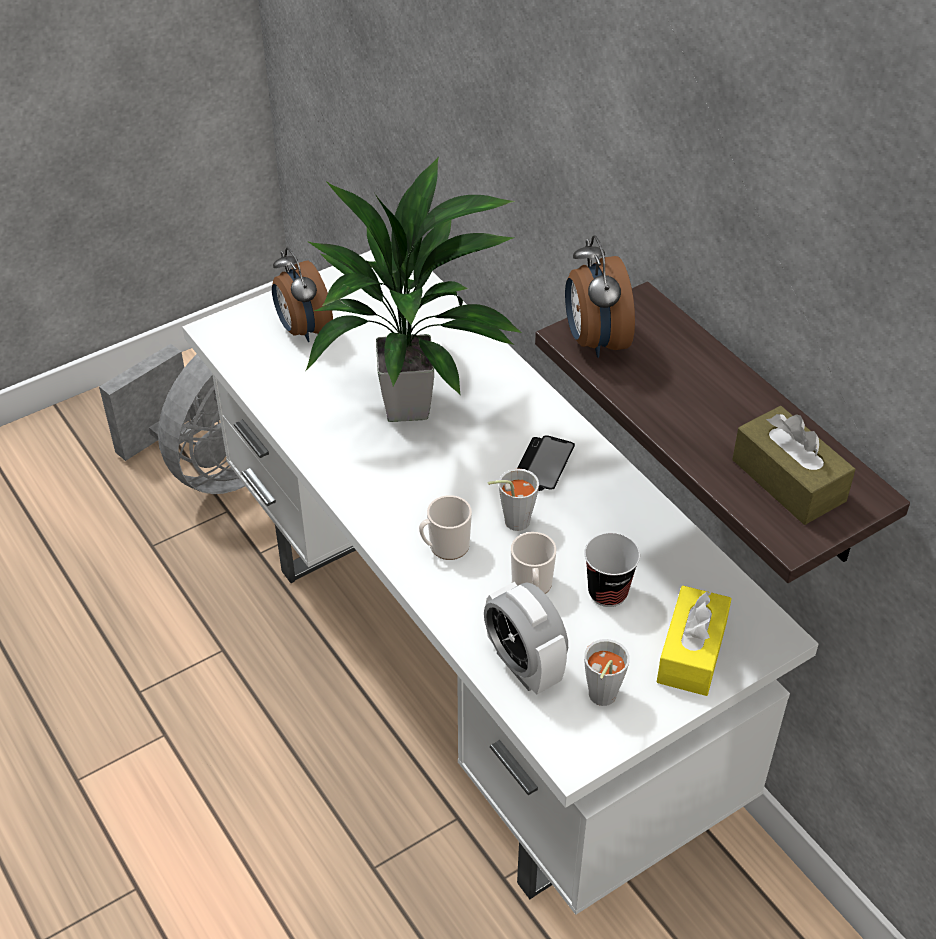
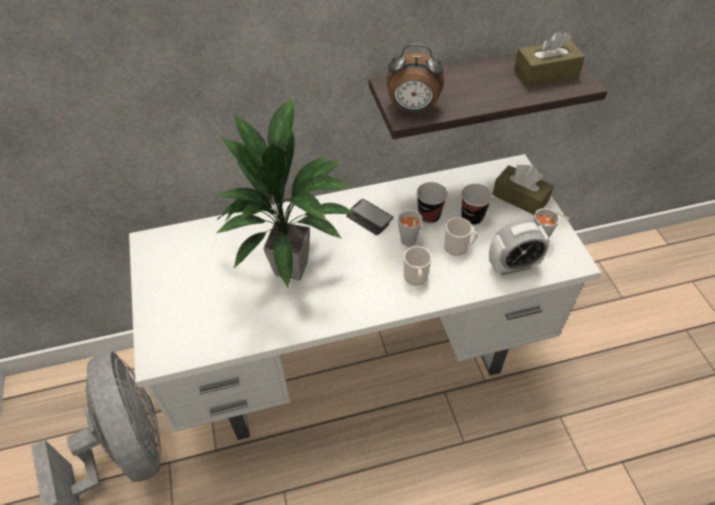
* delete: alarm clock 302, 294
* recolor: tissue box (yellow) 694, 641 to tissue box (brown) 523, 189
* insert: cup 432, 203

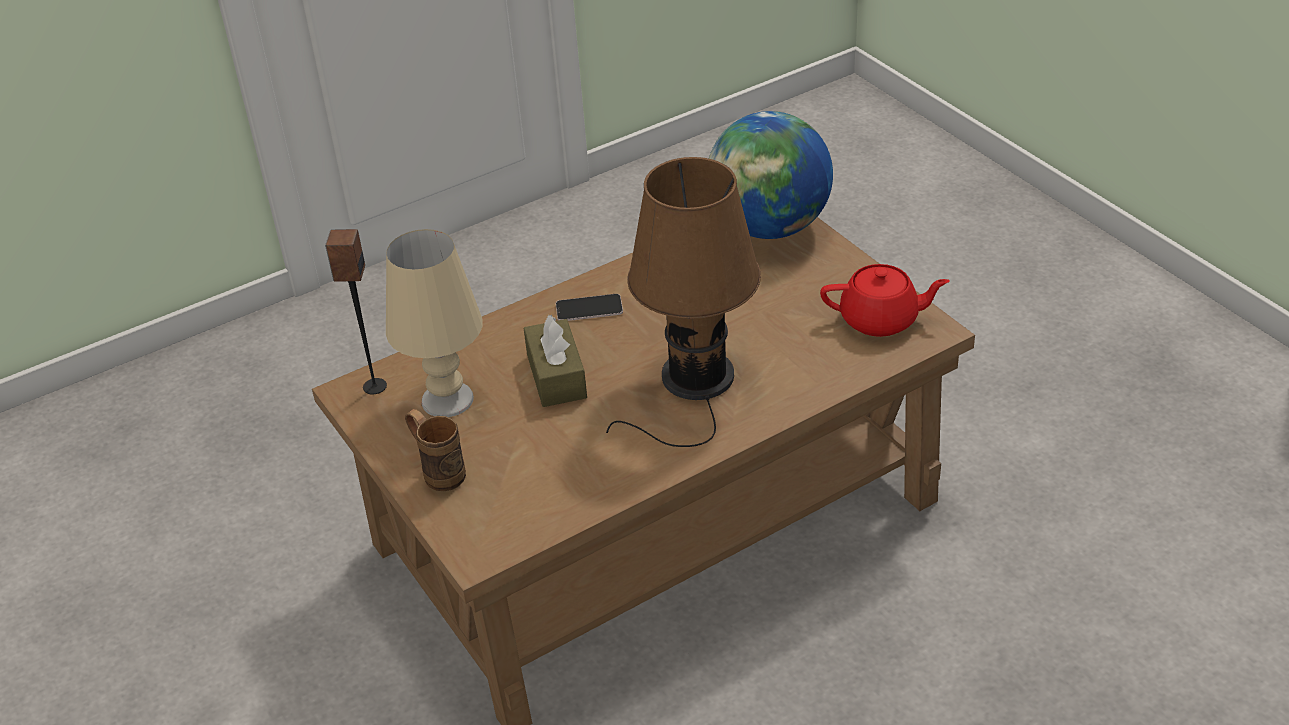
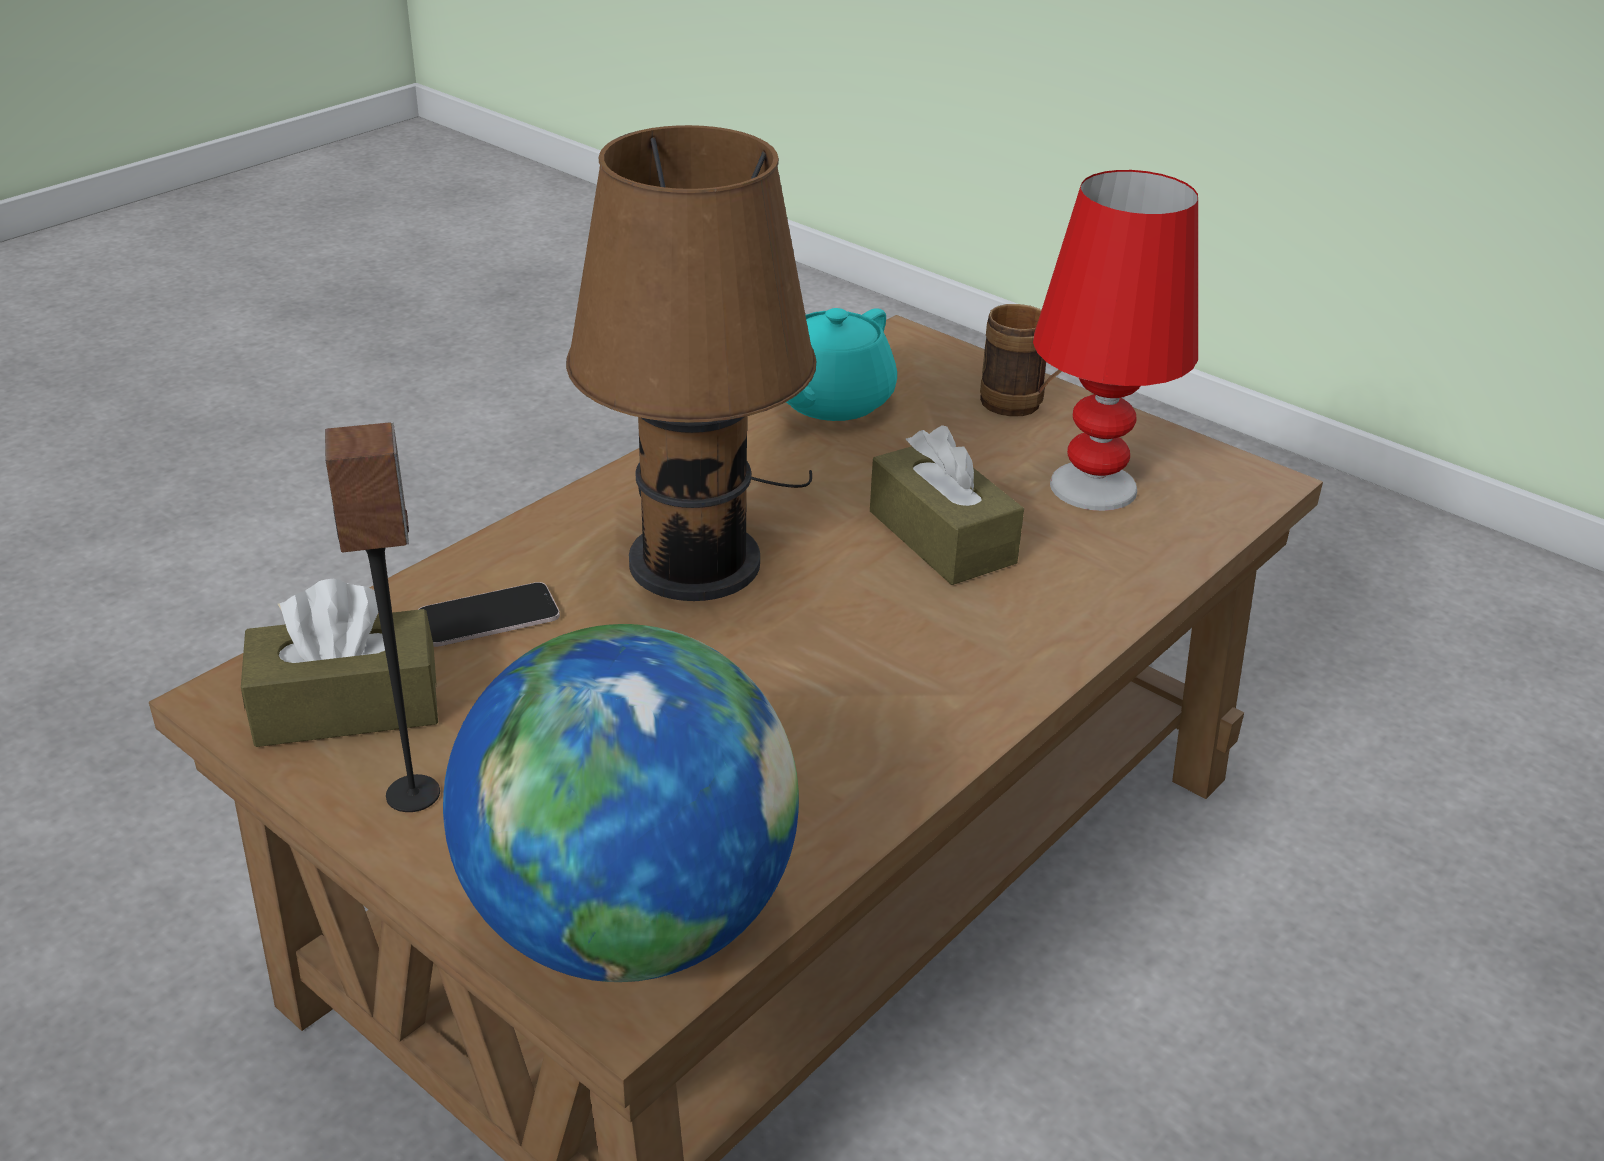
* move: speaker 356, 311 to 382, 617
* recolor: table lamp (beige) 434, 323 to table lamp (red) 1115, 340
* replace: teapot (red) 885, 300 to tissue box (brown) 339, 663
* move: phone 589, 307 to 489, 614
* insert: teapot (turquoise) 841, 364

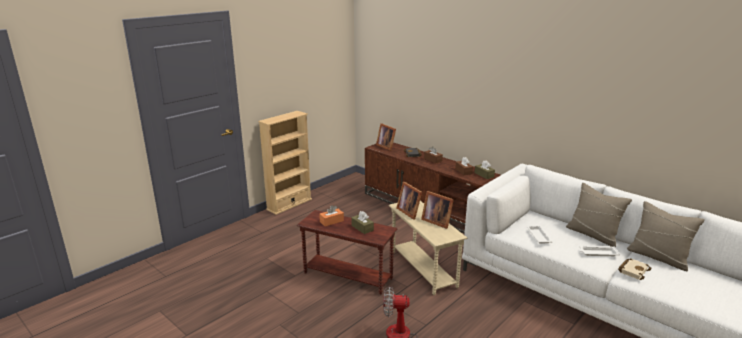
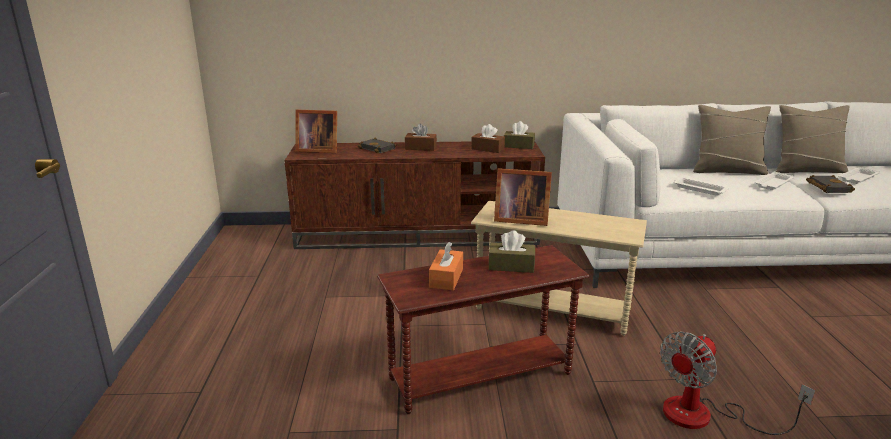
* delete: bookcase (beige) 285, 163
* delete: picture frame 437, 210
* recolor: book (beige) 635, 269 to book (black) 830, 184
* insert: tray (white) 859, 175

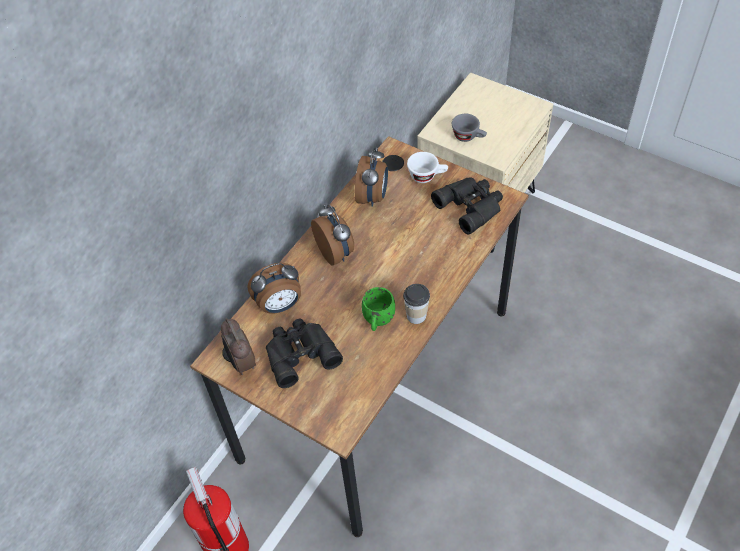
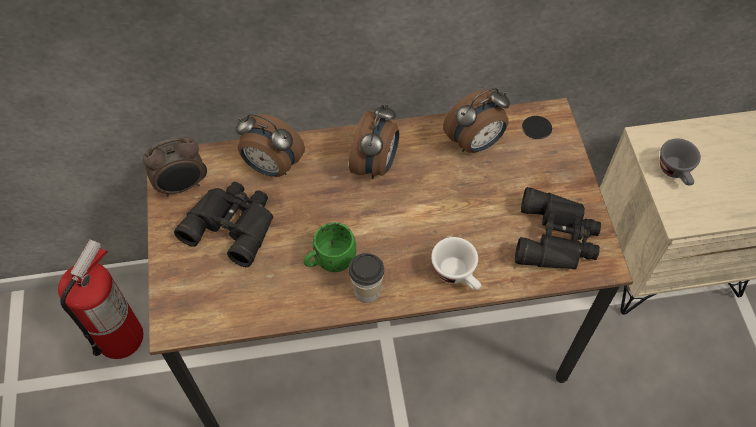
* move: cup (white) 427, 167 to 456, 263
* rotate: alarm clock 238, 346 = 173, 167 135 degrees counterclockwise

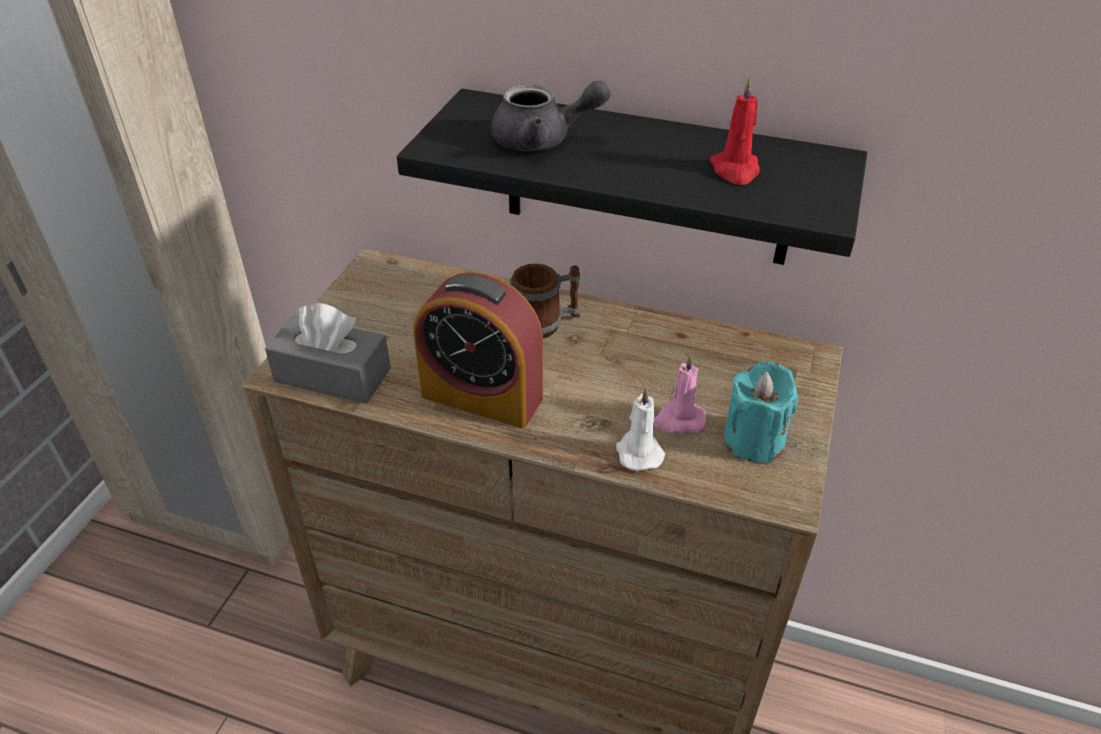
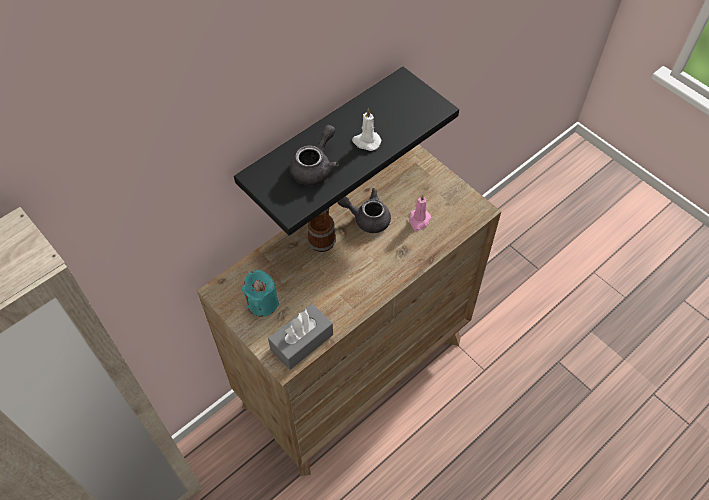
* delete: candle (red) 735, 131
* delete: alarm clock 478, 350
* move: candle (turquoise) 761, 412 to 260, 293
* move: candle (white) 640, 429 to 366, 130
* insert: teapot (grey) 364, 210

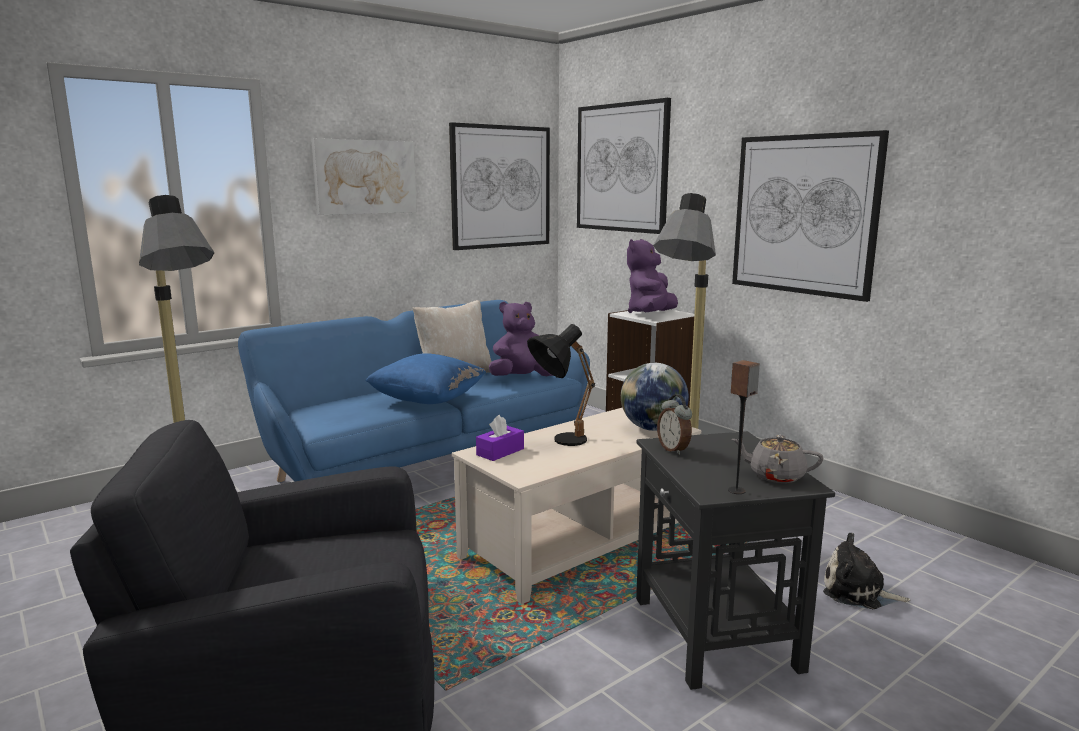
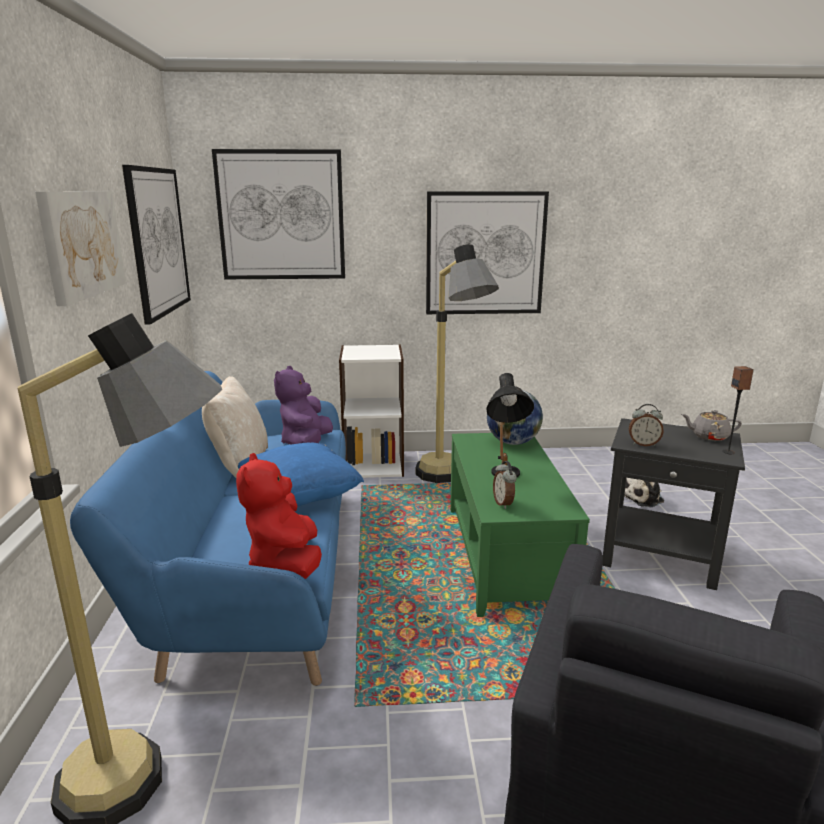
* delete: plush toy (purple) 652, 276
* recolor: coffee table (beige) 576, 506 to coffee table (green) 520, 525
* replace: tissue box (purple) 500, 438 to alarm clock 505, 485
* rotate: teapot (grey) 778, 459 = 711, 425 45 degrees clockwise
* insert: plush toy (red) 279, 516

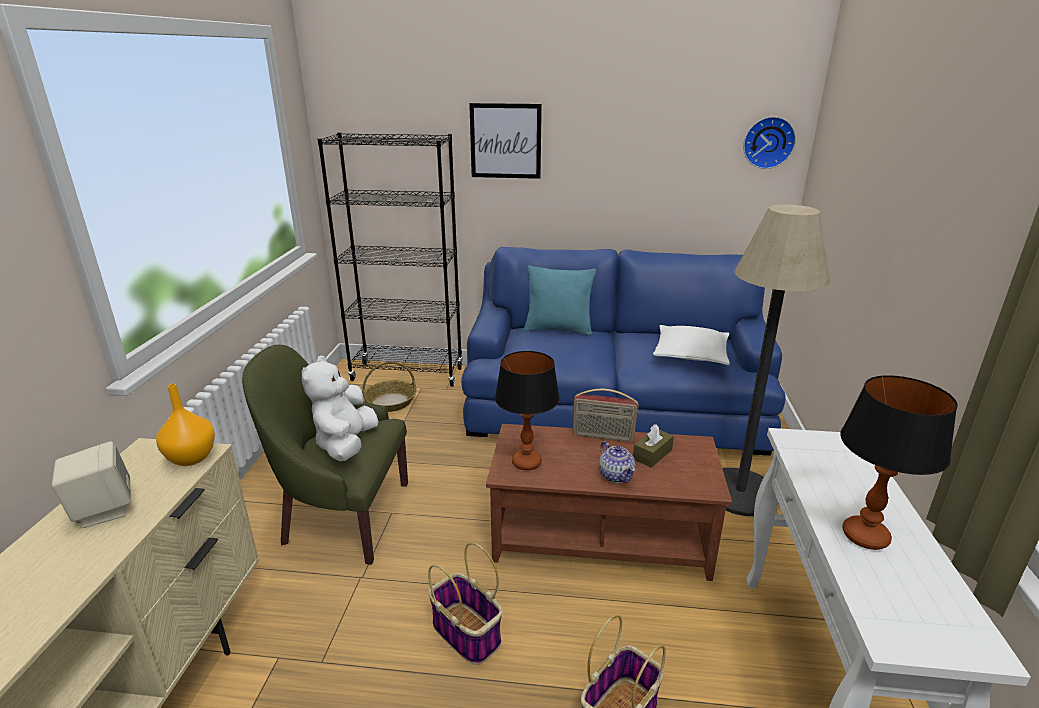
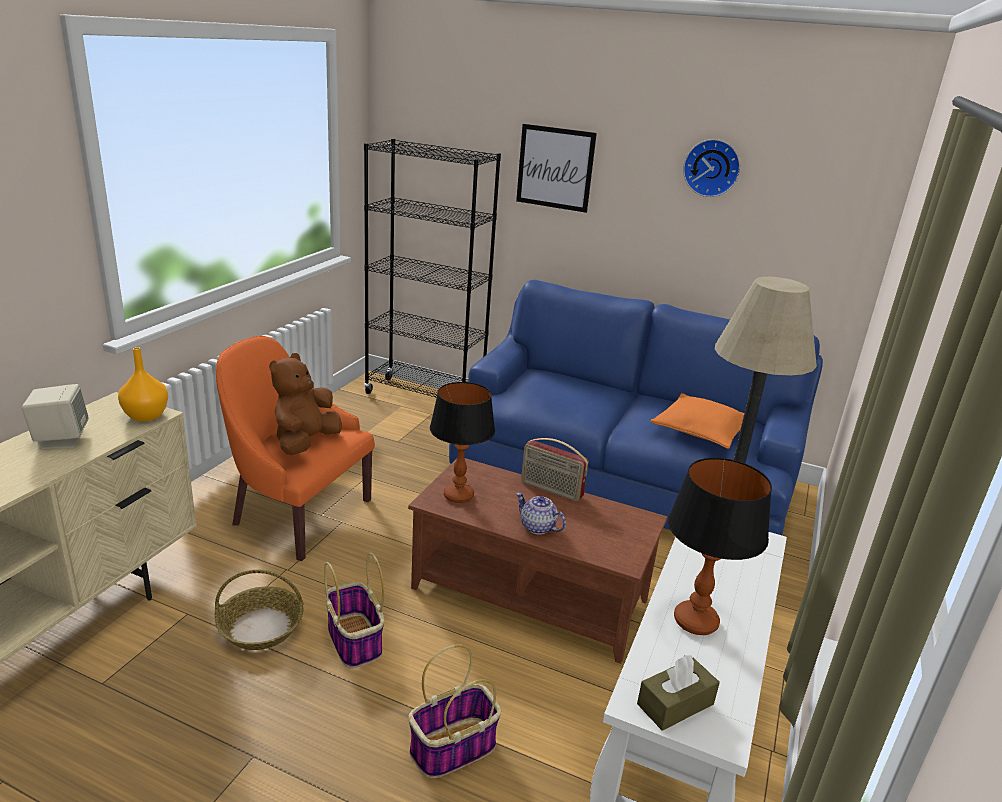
* move: wall clock 769, 142 to 711, 168
* delete: pillow (turquoise) 560, 300
* recolor: pillow (white) 691, 345 to pillow (orange) 697, 421
* recolor: armchair (green) 325, 455 to armchair (orange) 295, 448
* recolor: plush toy (white) 340, 408 to plush toy (brown) 305, 404
* move: basket 389, 387 to 259, 609
* move: tissue box (brown) 653, 446 to 678, 693
* rotate: teapot 617, 462 = 541, 513 135 degrees clockwise

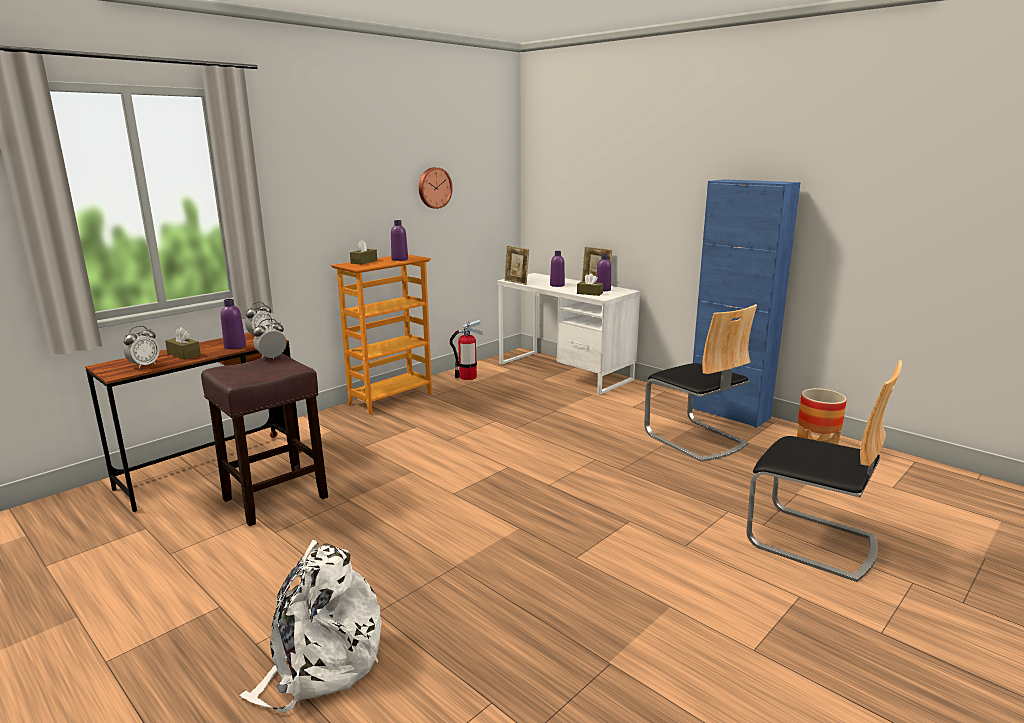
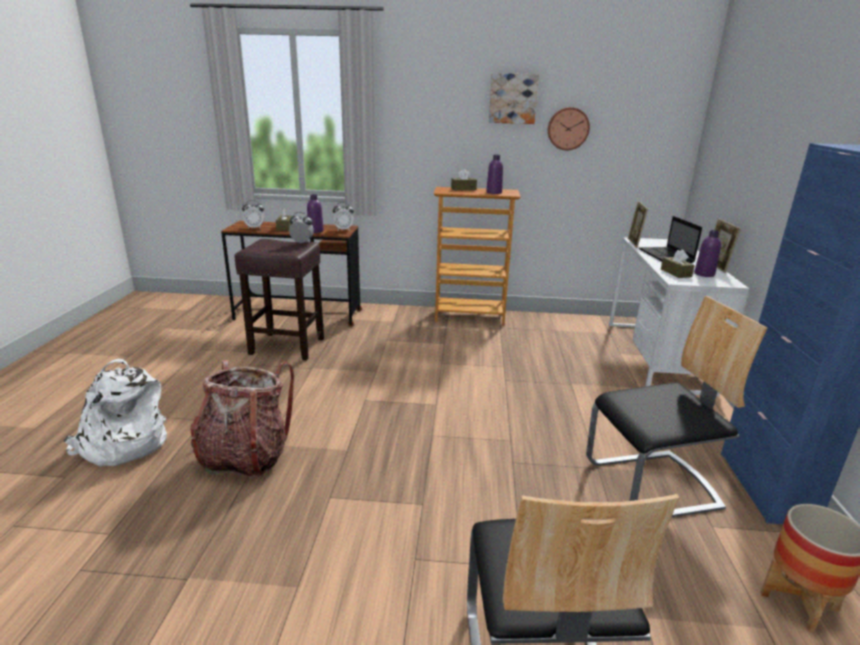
* replace: bottle (purple) 557, 269 to laptop 670, 239
* rotate: chair 700, 383 = 677, 407 120 degrees counterclockwise
* delete: fire extinguisher 466, 350
* insert: picture 514, 98
* insert: backpack 242, 419

